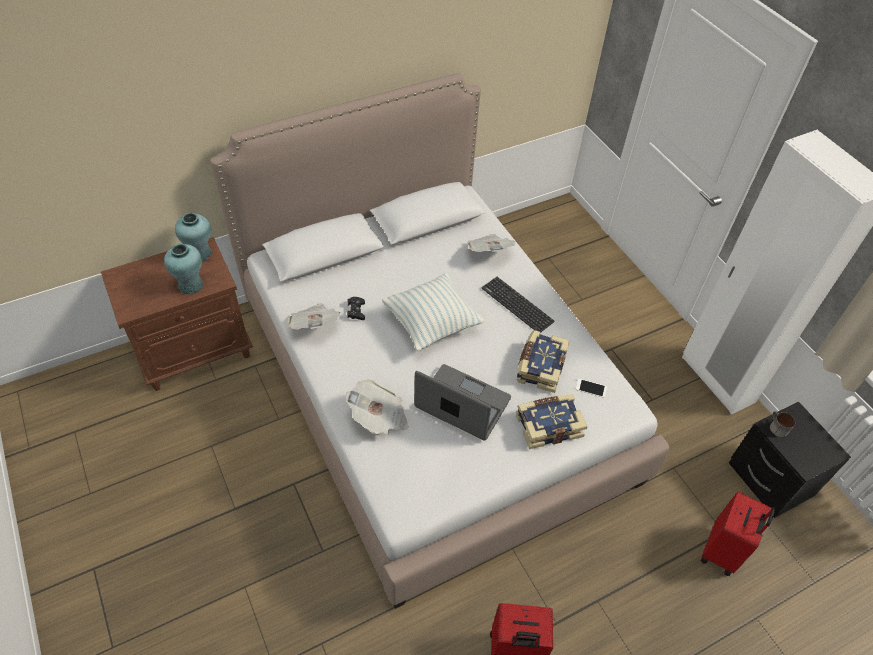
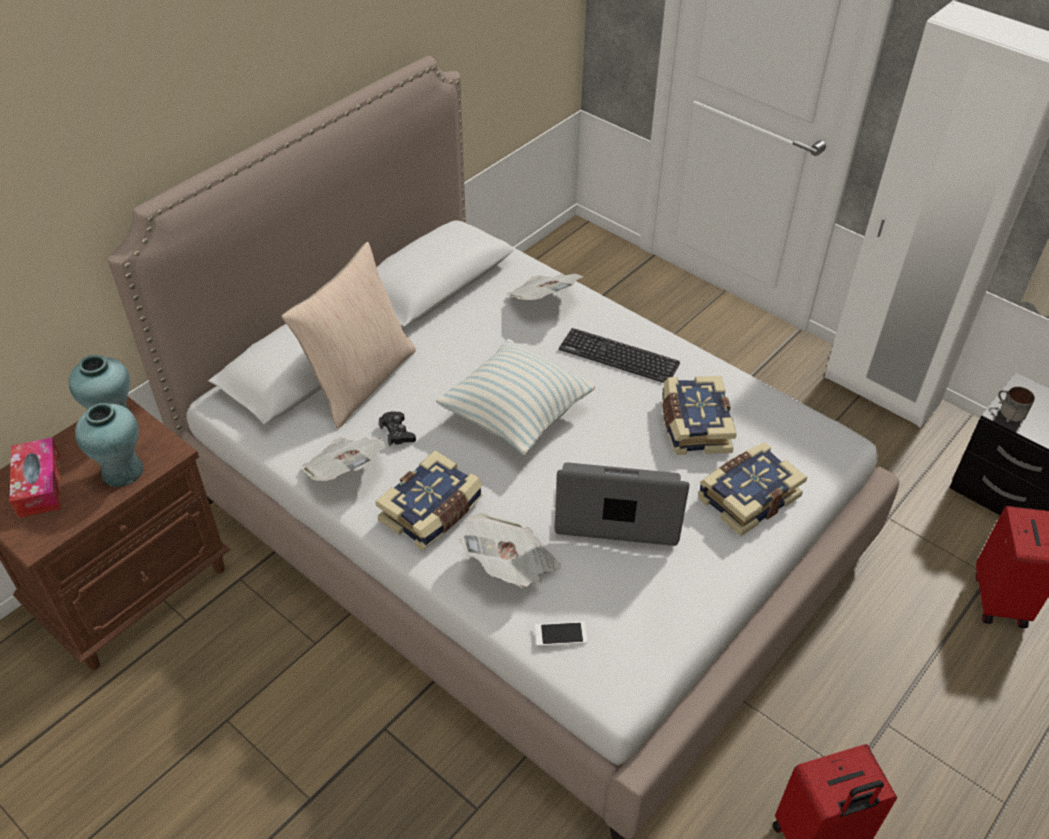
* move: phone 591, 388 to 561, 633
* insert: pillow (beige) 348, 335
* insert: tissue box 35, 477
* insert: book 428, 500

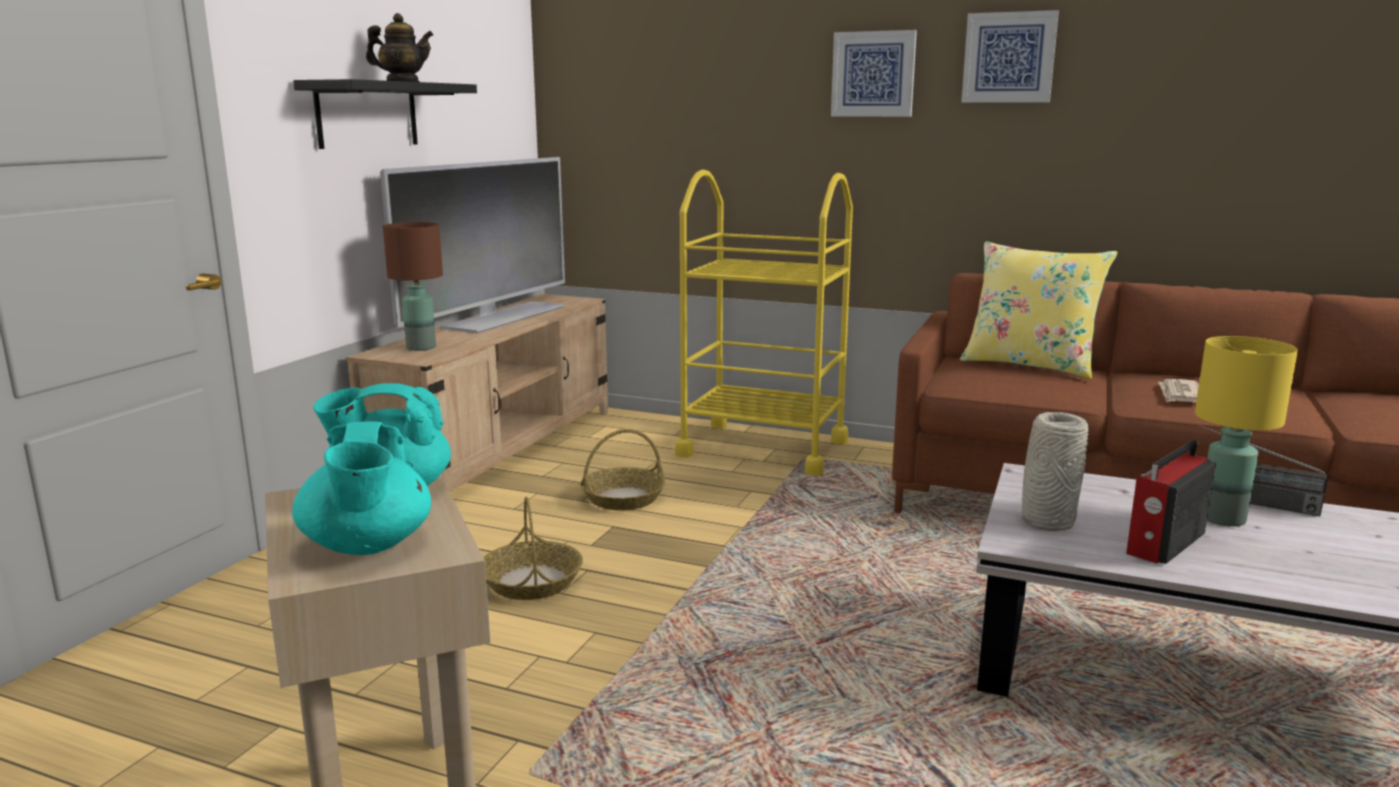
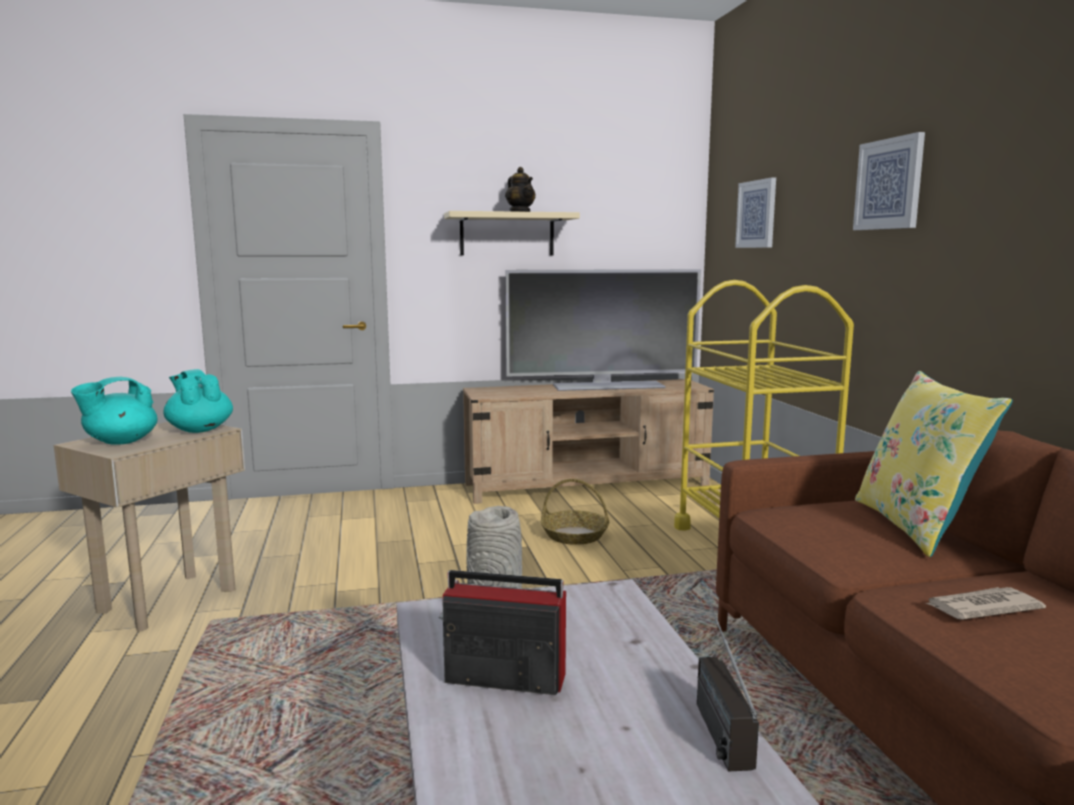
* move: picture 1010, 56 to 755, 212
* recolor: shelf (black) 385, 114 to shelf (beige) 512, 233
* delete: table lamp (brown) 413, 286
* delete: table lamp (yellow) 1246, 431
* delete: basket 533, 548

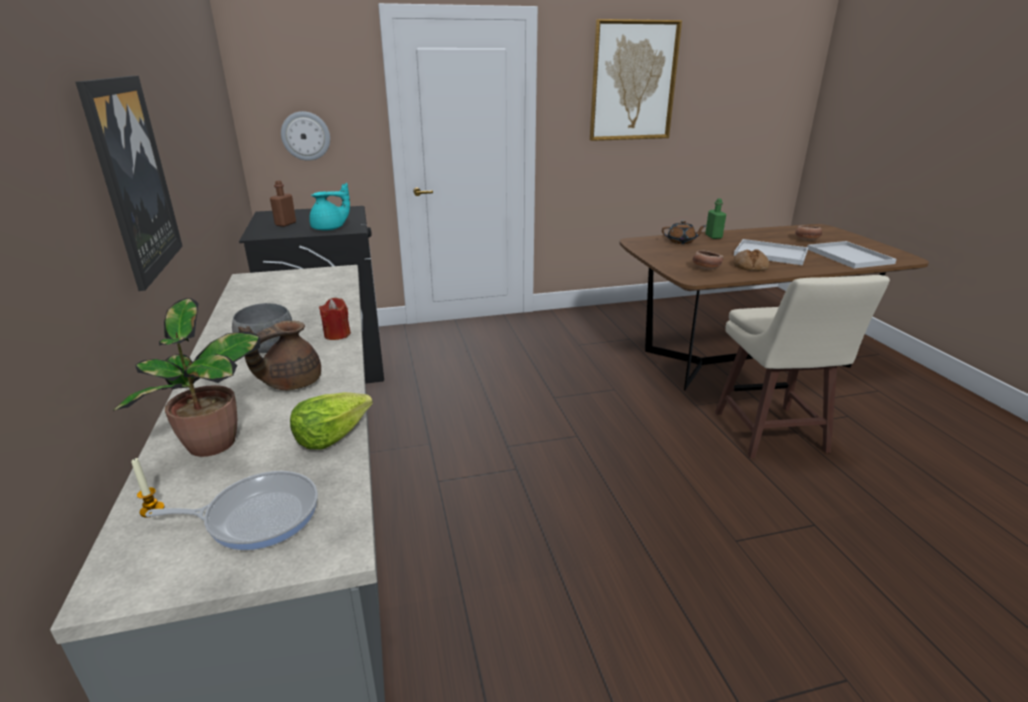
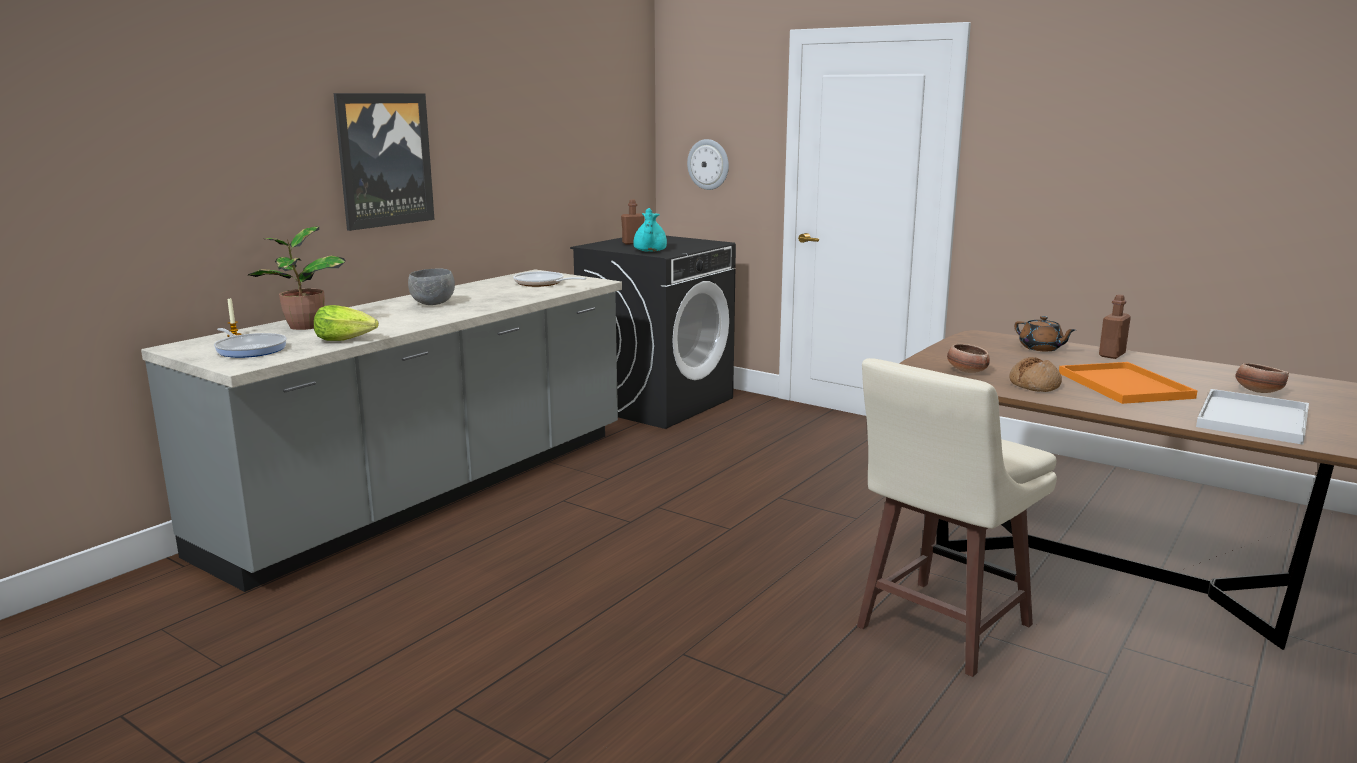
* delete: picture 636, 80
* rotate: teapot (turquoise) 329, 206 = 650, 230 60 degrees clockwise
* recolor: bottle (green) 715, 218 to bottle (brown) 1115, 326
* recolor: tray (white) 771, 252 to tray (orange) 1128, 383
* delete: candle (red) 335, 319
* delete: teapot (brown) 279, 355
* insert: frying pan 550, 279

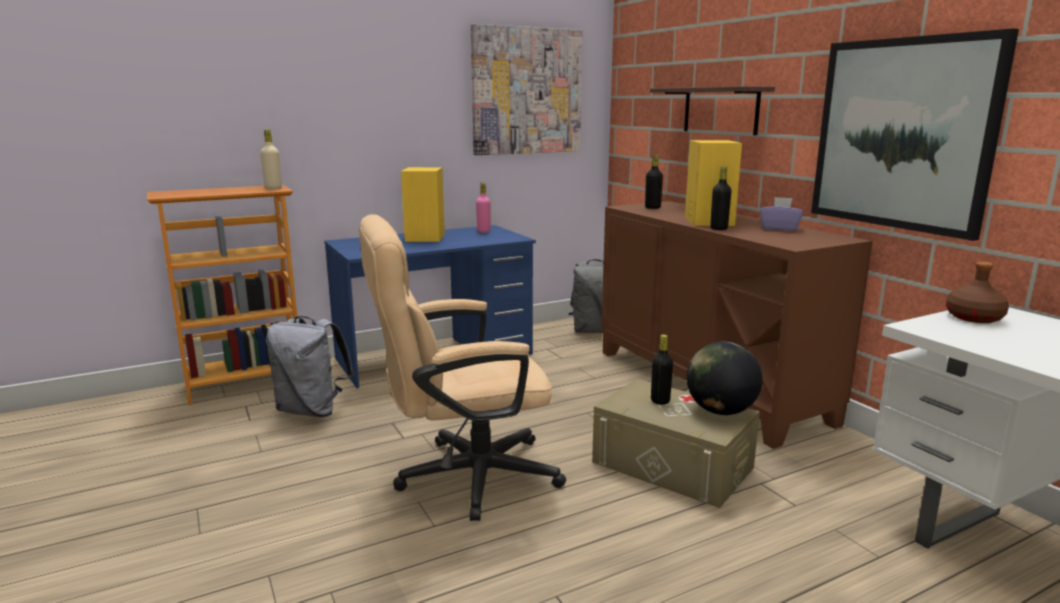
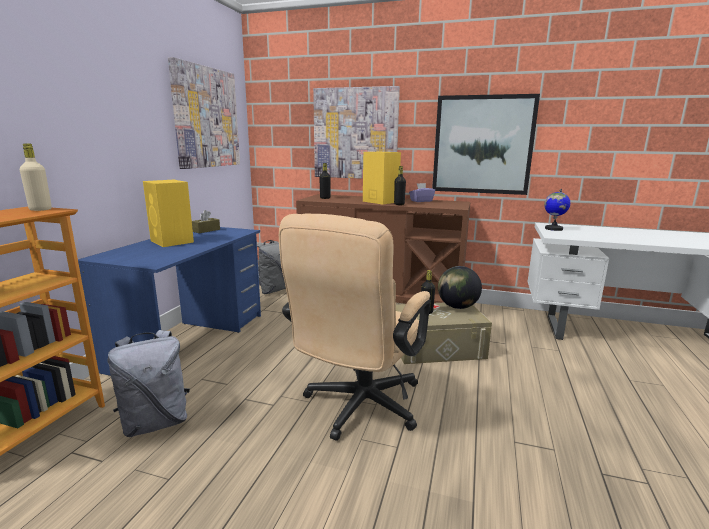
* replace: shelf 712, 110 to picture 356, 132
* replace: bottle (pink) 483, 208 to tissue box (brown) 206, 221
* replace: bottle (brown) 977, 292 to globe 557, 210

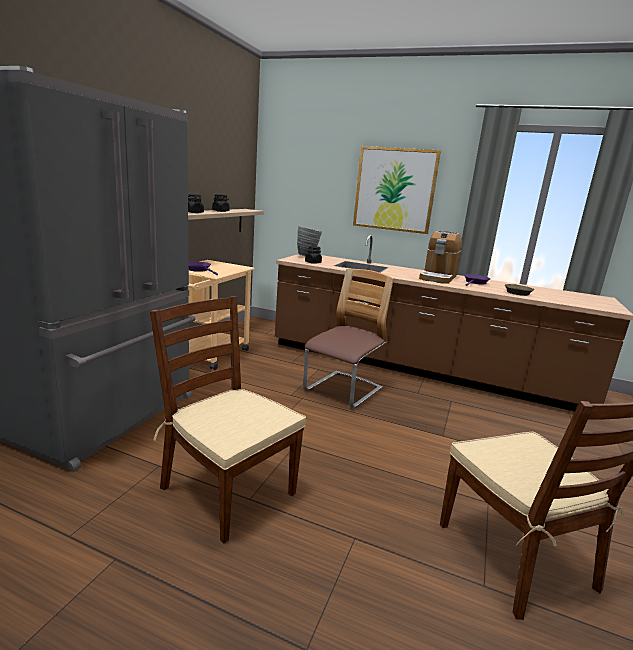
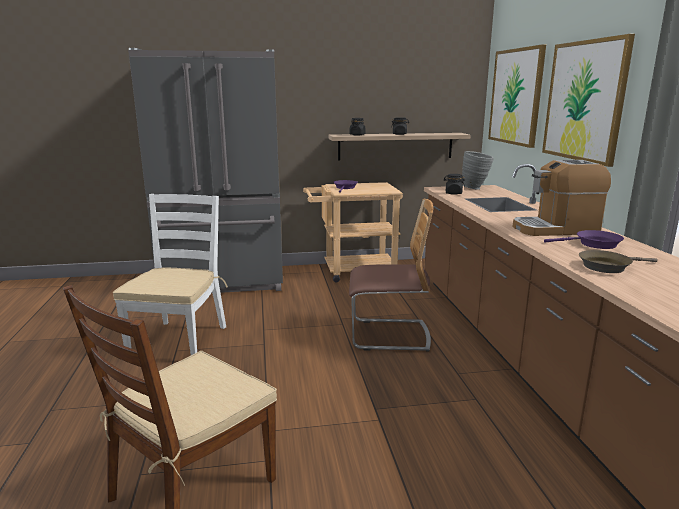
* recolor: chair (brown) 228, 419 to chair (white) 170, 274
* insert: picture 517, 96

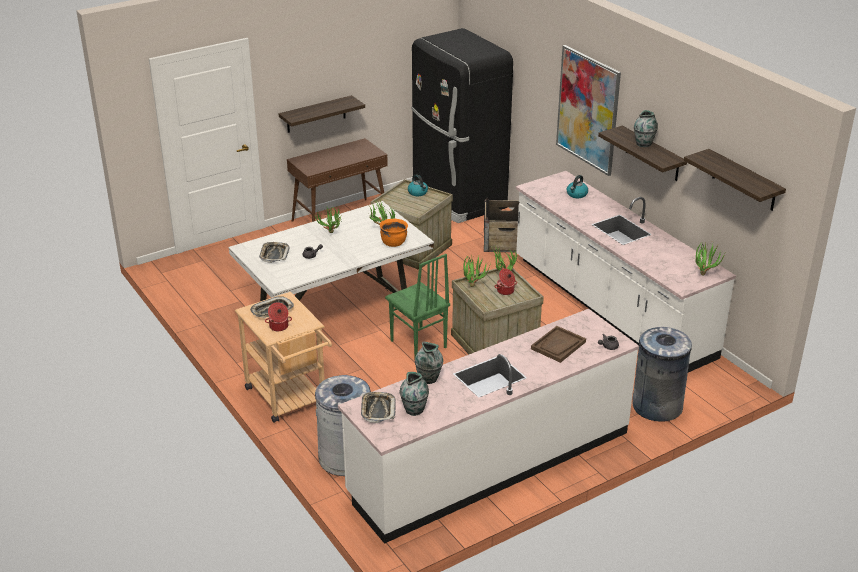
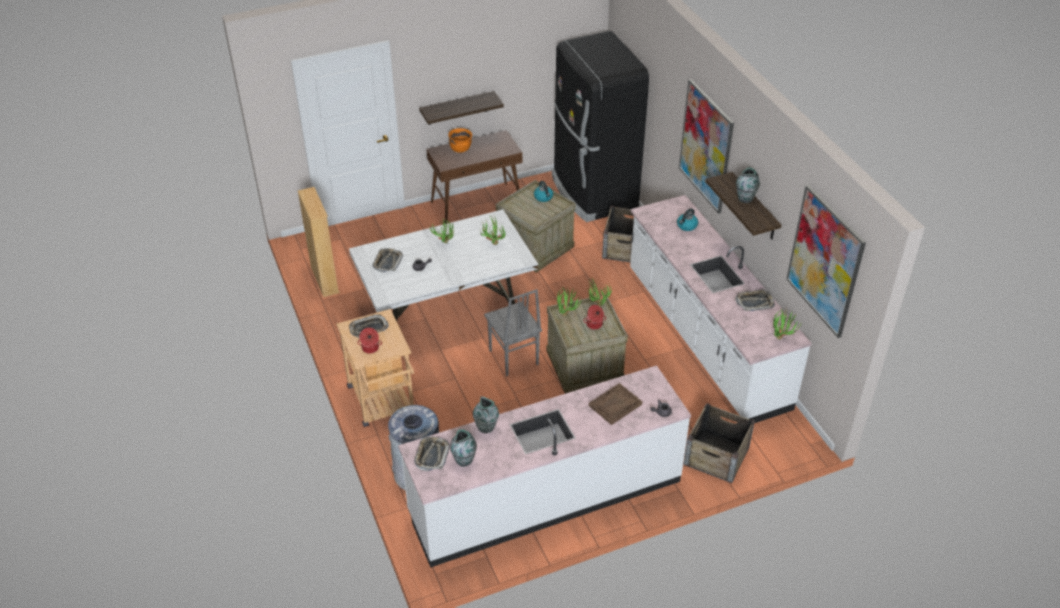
* replace: shelf 735, 180 to picture 826, 261
* move: cooking pot (orange) 394, 233 to 460, 140
* recolor: chair (green) 417, 305 to chair (grey) 513, 332
* replace: trash can (grey) 662, 374 to crate 719, 443
* insert: bookcase (beige) 319, 242
* insert: tray 755, 300

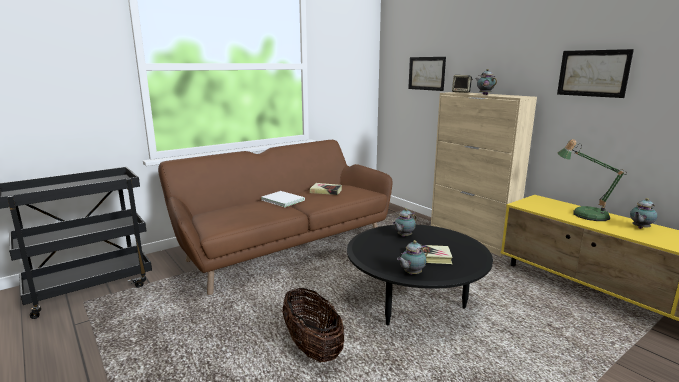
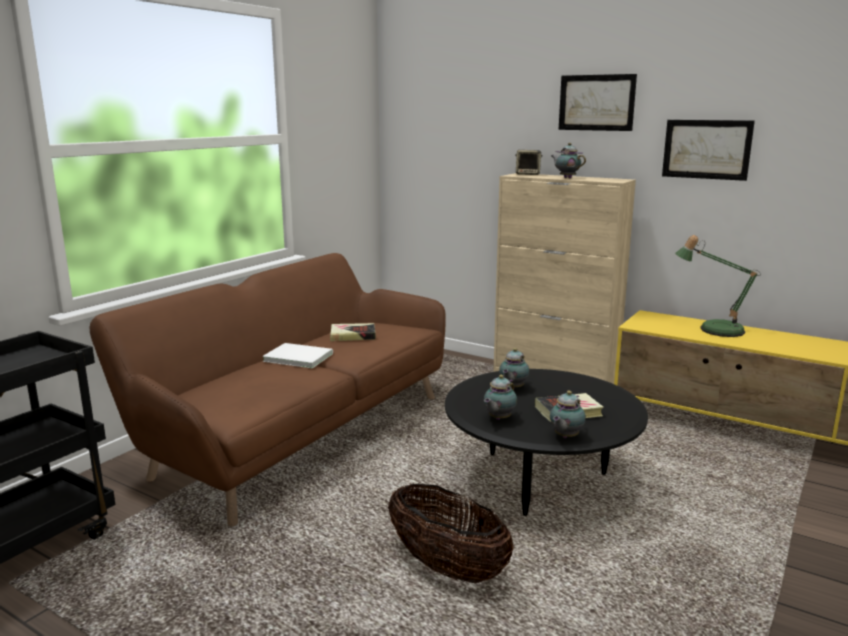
* move: picture 427, 74 to 598, 102
* move: teapot 644, 213 to 500, 397

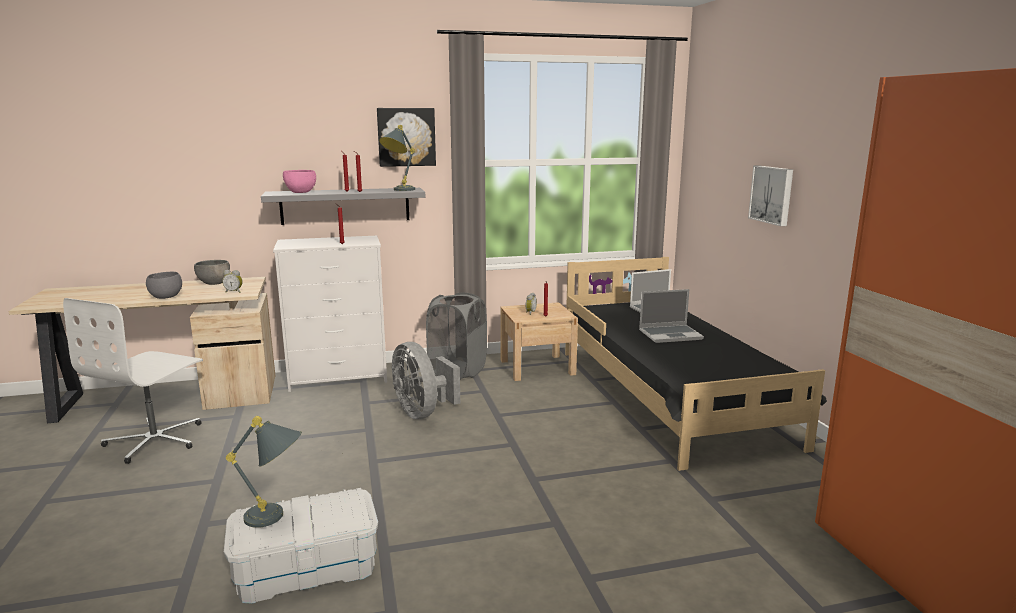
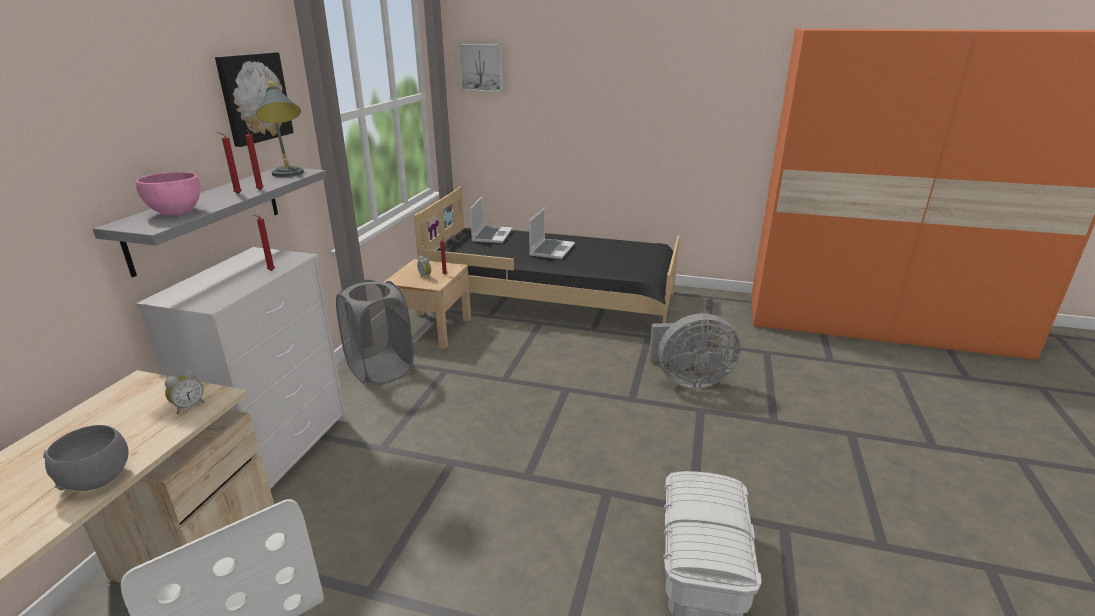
* move: picture 770, 196 to 480, 68
* delete: bowl (grey) 212, 272
* move: fan (grey) 426, 380 to 694, 350
* delete: table lamp (grey) 264, 472

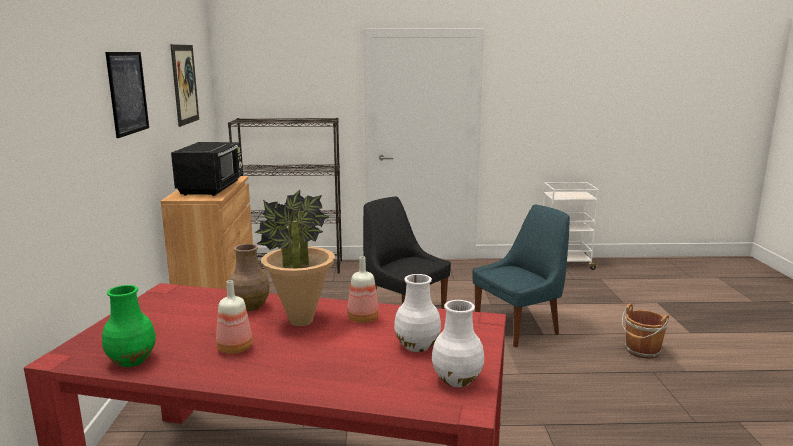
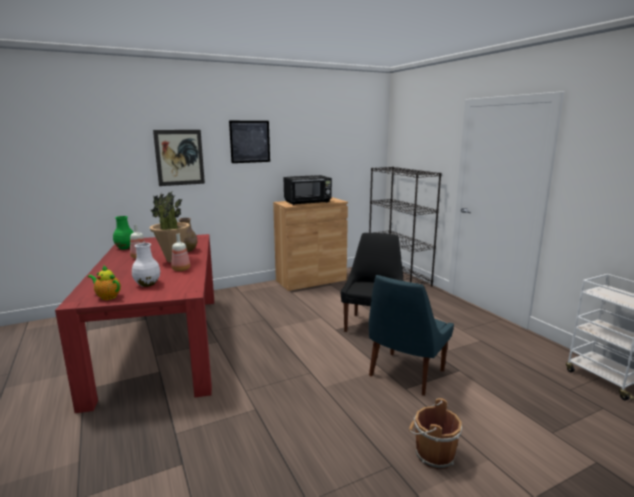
* move: picture 184, 85 to 179, 158
* rotate: chair (blue) 521, 276 = 411, 335 90 degrees clockwise
* replace: vase (white) 458, 343 to teapot 104, 283

